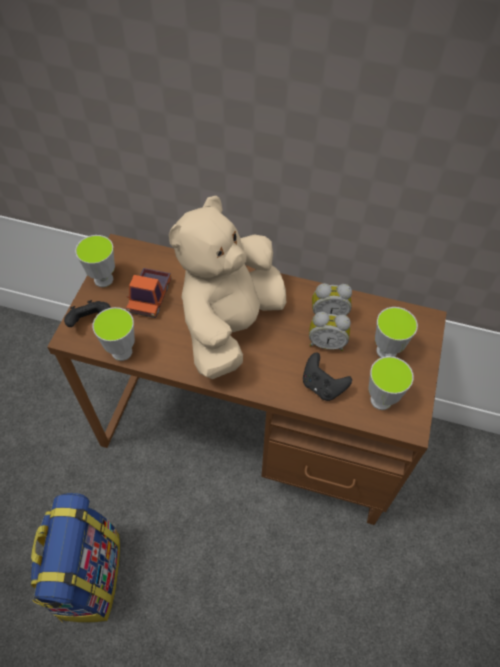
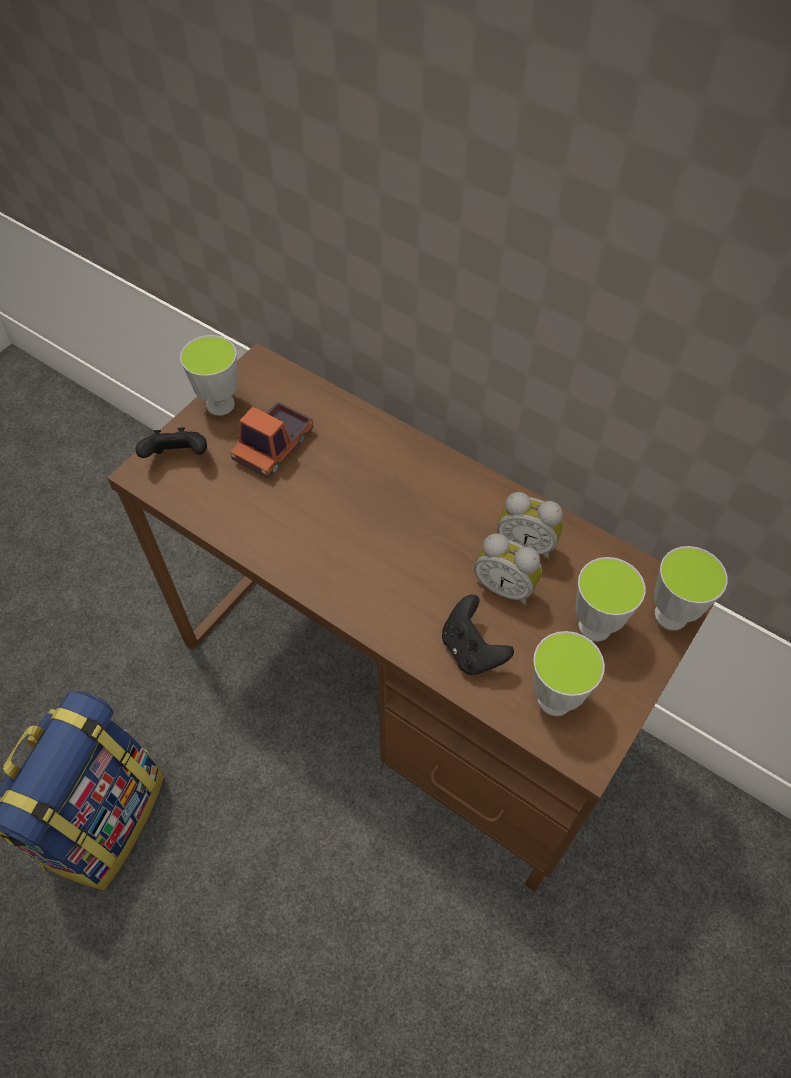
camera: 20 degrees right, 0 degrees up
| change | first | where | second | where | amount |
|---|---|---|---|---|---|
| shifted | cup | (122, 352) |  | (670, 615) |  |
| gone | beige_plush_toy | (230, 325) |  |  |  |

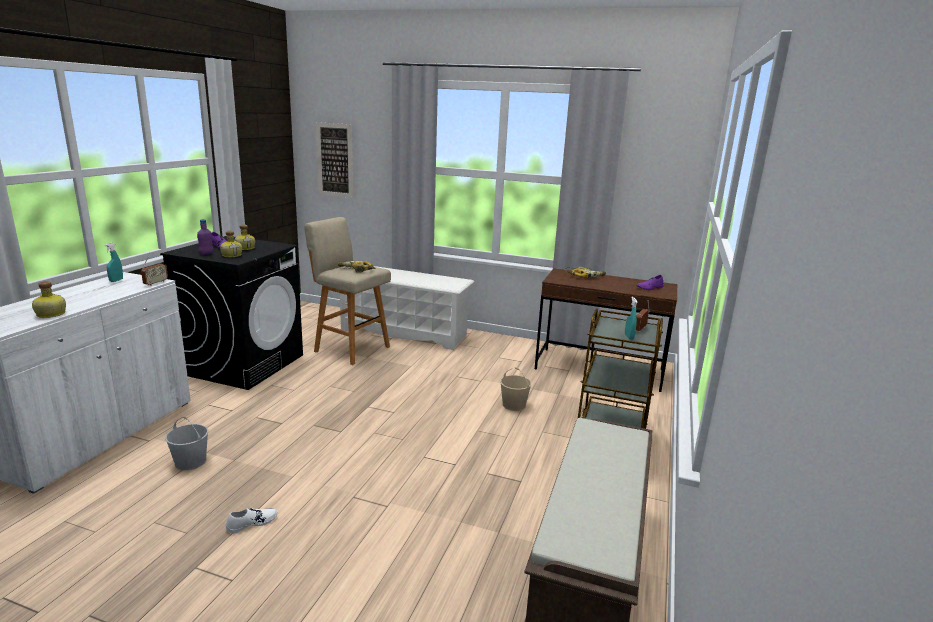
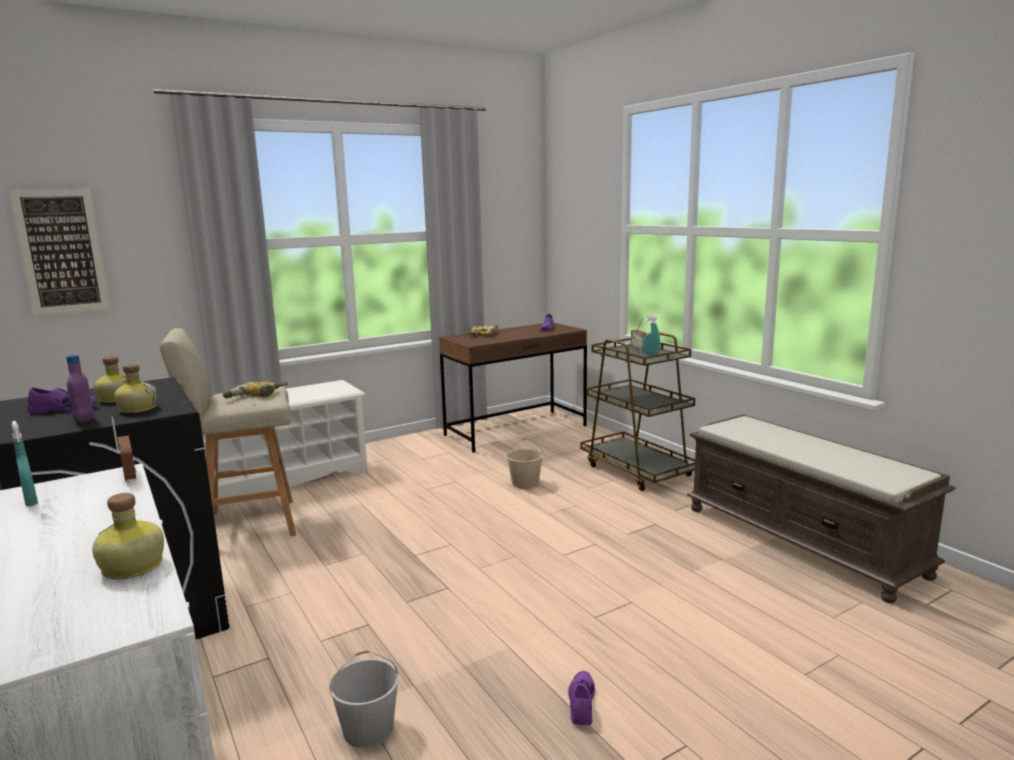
camera: 50 degrees left, 5 degrees down
| change | first | where | second | where | amount |
|---|---|---|---|---|---|
| repainted | white_shoe | (252, 523) | purple_shoe | (581, 703) |  |

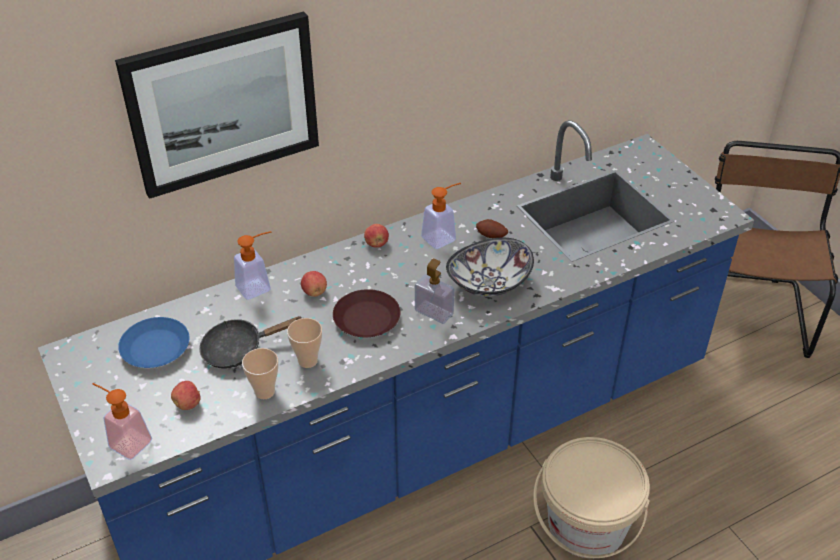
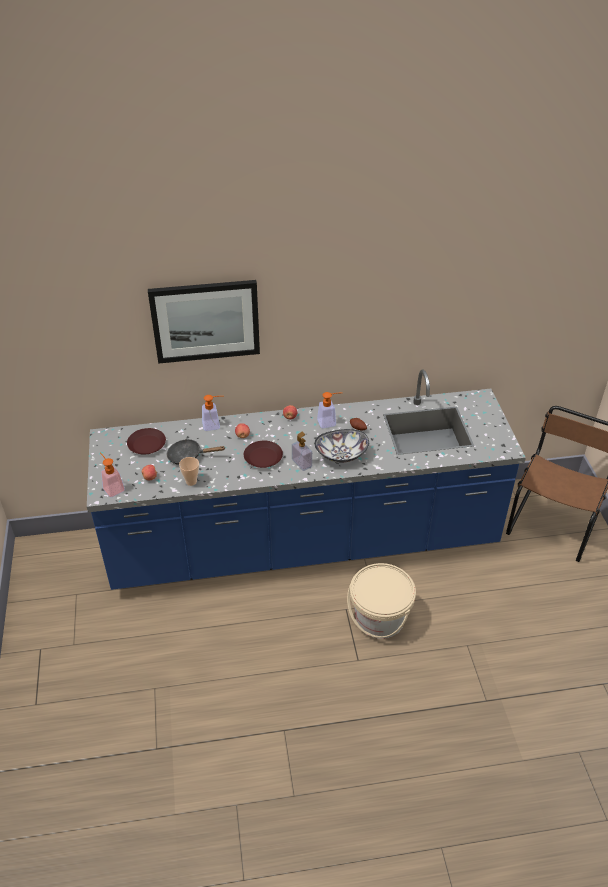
camera: 20 degrees right, 0 degrees up
| change | first | where | second | where | amount |
|---|---|---|---|---|---|
| repainted | blue_plate | (155, 348) | brown_plate | (146, 444) |  |
| gone | cup | (308, 361) |  |  |  |

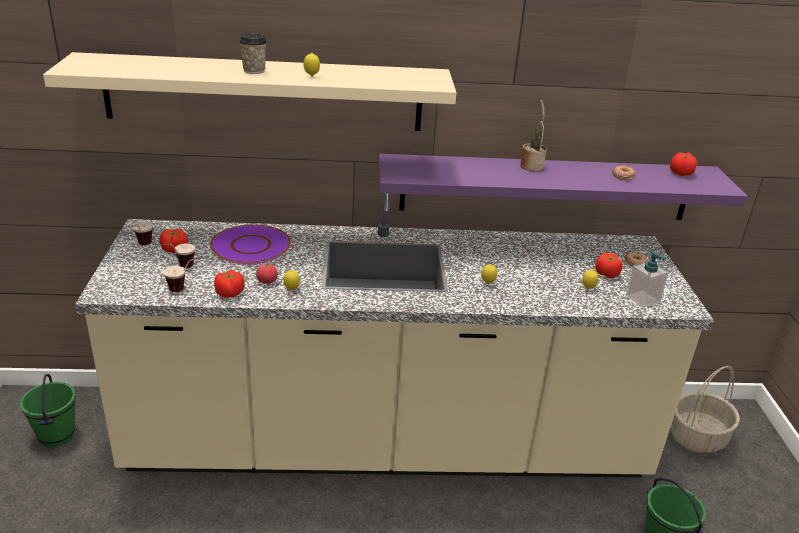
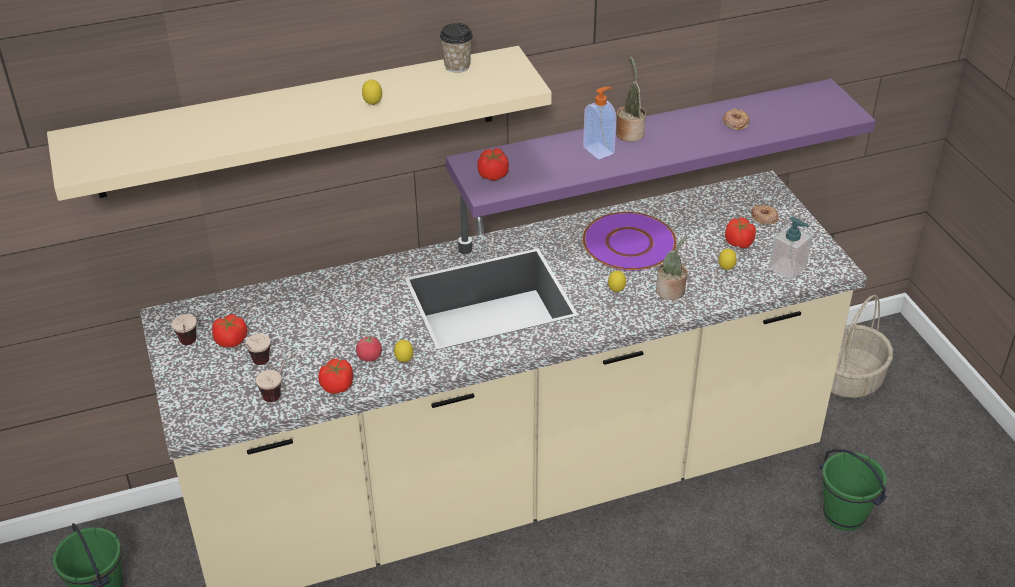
camera: 15 degrees left, 10 degrees up
| change | first | where | second | where | amount |
|---|---|---|---|---|---|
| shifted | cup | (254, 71) |  | (457, 66) |  |
| shifted | tomato | (681, 173) |  | (493, 175) |  |
| shifted | purple_plate | (251, 246) |  | (629, 244) |  |
| new |  |  | soap_dispenser | (599, 150) |  |
| new |  |  | potted_plant | (671, 292) |  |

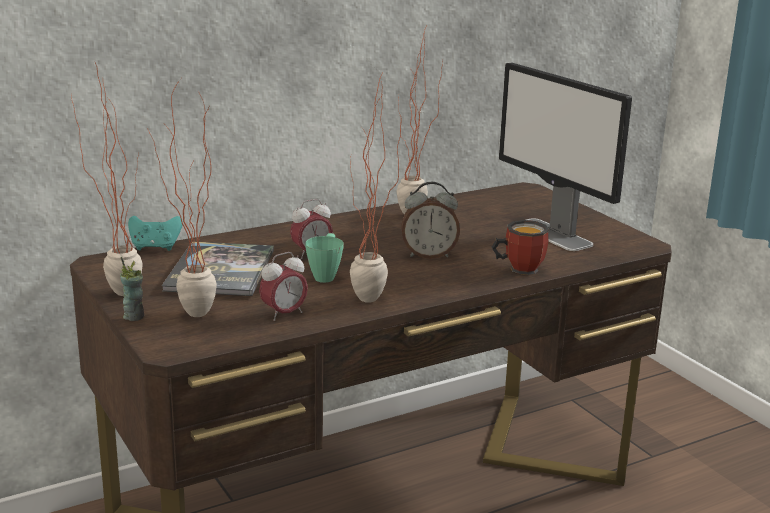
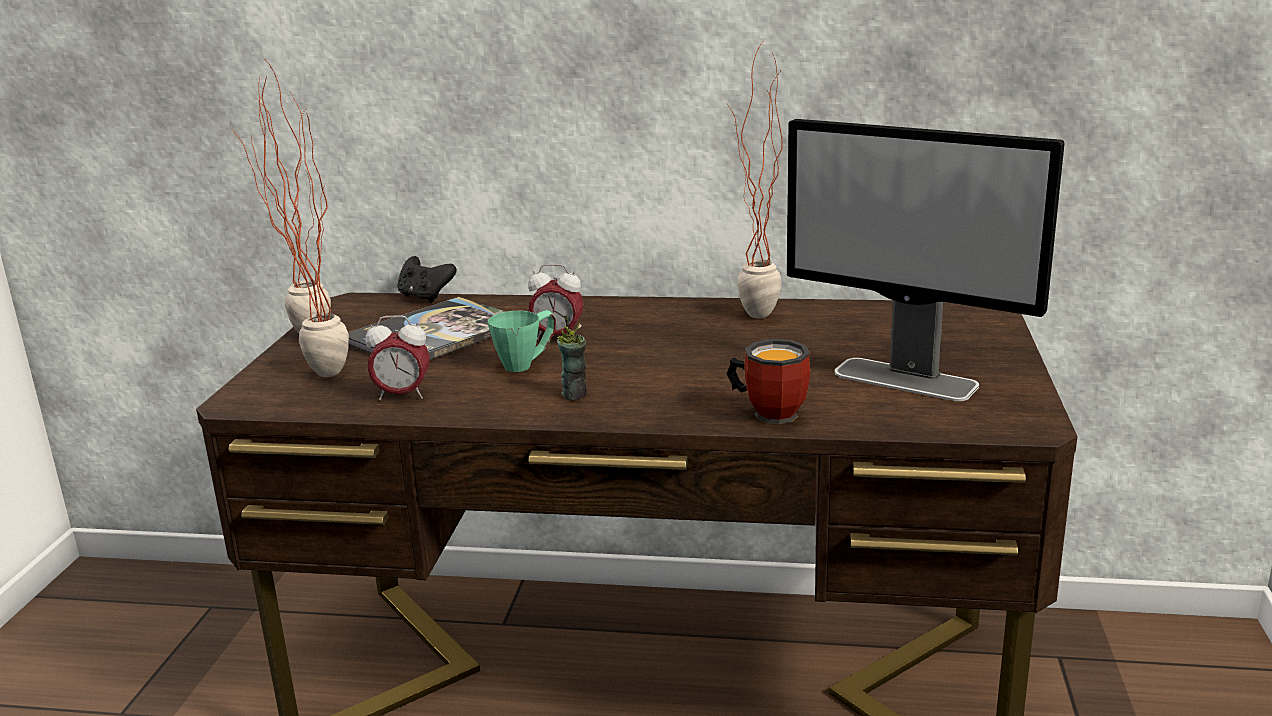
camera: 40 degrees right, 0 degrees up
| change | first | where | second | where | amount |
|---|---|---|---|---|---|
| repainted | turquoise_game_controller | (155, 247) | black_game_controller | (425, 297) |  |
| shifted | cup | (134, 316) |  | (575, 394) |  |
| rotated | monitor | (553, 235) |  | (906, 379) | 60 degrees counterclockwise |
| gone | potted_plant | (370, 304) |  |  |  |
| gone | alarm_clock | (429, 255) |  |  |  |

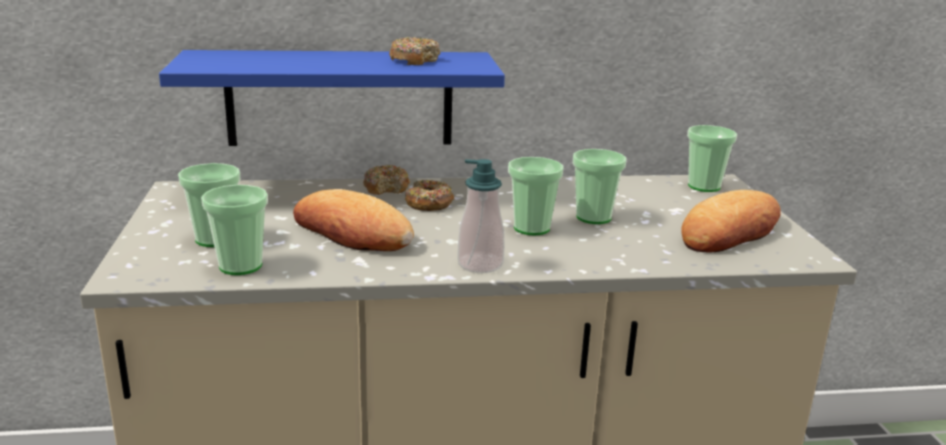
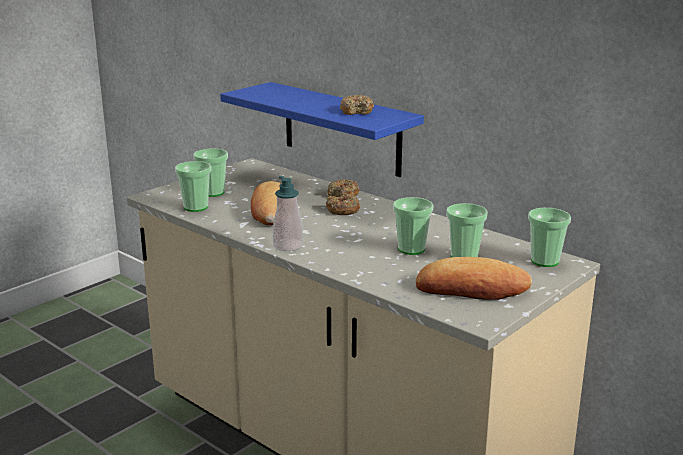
camera: 50 degrees right, 0 degrees up
| change | first | where | second | where | amount |
|---|---|---|---|---|---|
| shifted | cup | (531, 228) |  | (464, 256) |  |

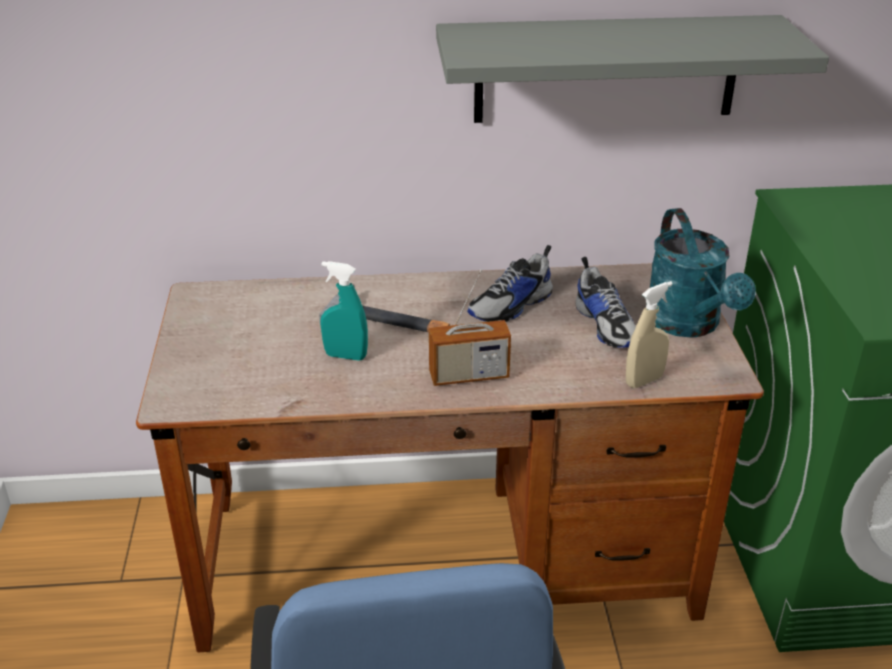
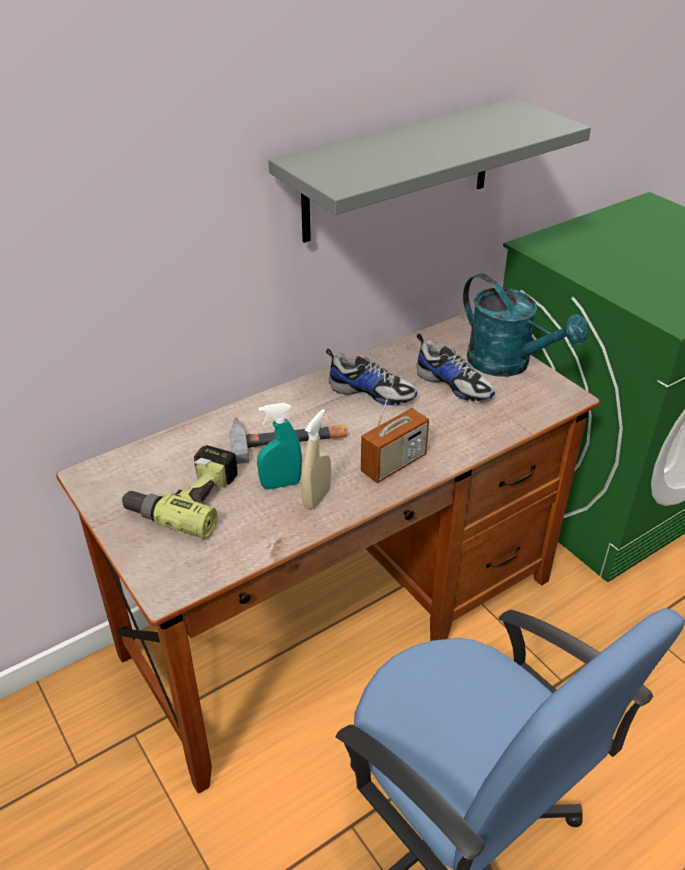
camera: 30 degrees left, 5 degrees up
| change | first | where | second | where | amount |
|---|---|---|---|---|---|
| new |  |  | power_drill | (186, 498) |  |
| shifted | beige_spray_bottle | (644, 380) |  | (316, 498) |  |
| rotated | shoe | (512, 306) |  | (371, 392) | 90 degrees counterclockwise |

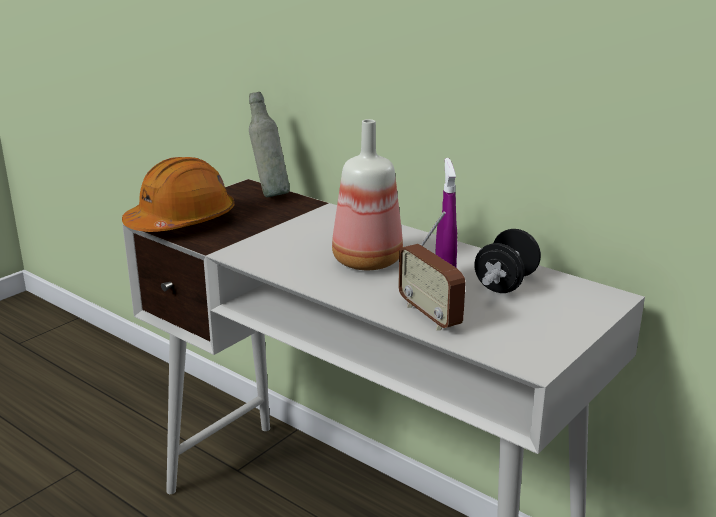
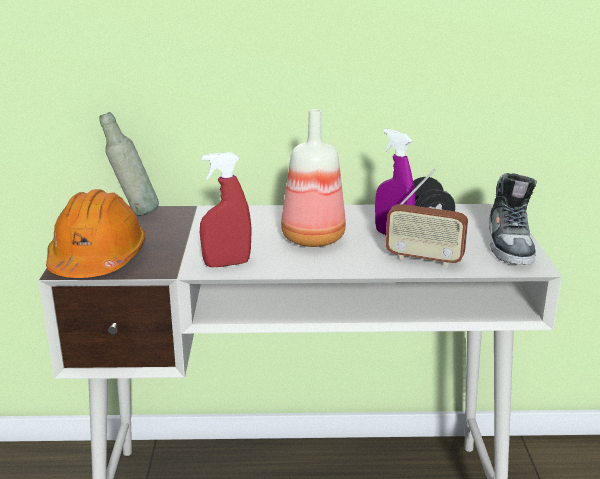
camera: 40 degrees left, 0 degrees up
| change | first | where | second | where | amount |
|---|---|---|---|---|---|
| new |  |  | red_spray_bottle | (227, 264) |  |
| new |  |  | shoe | (509, 243) |  |

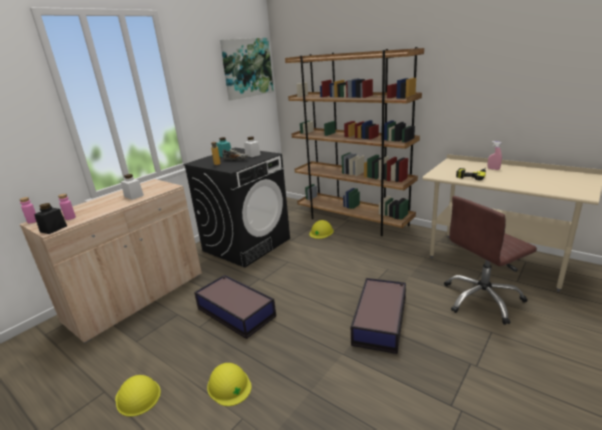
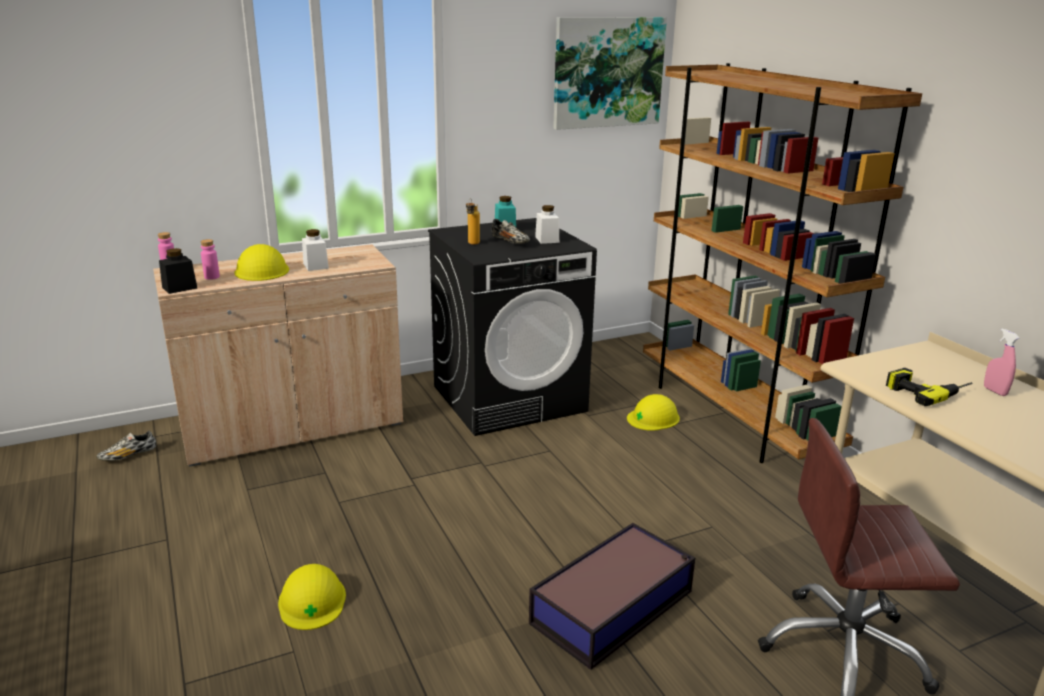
camera: 25 degrees right, 0 degrees up
| change | first | where | second | where | amount |
|---|---|---|---|---|---|
| new |  |  | shoe | (128, 456) |  |
| shifted | yellow_hard_hat | (138, 396) |  | (262, 270) |  |
| gone | storage_box | (235, 311) |  |  |  |

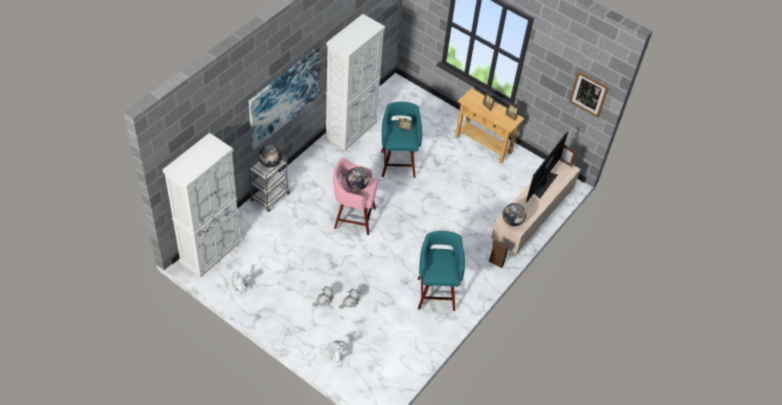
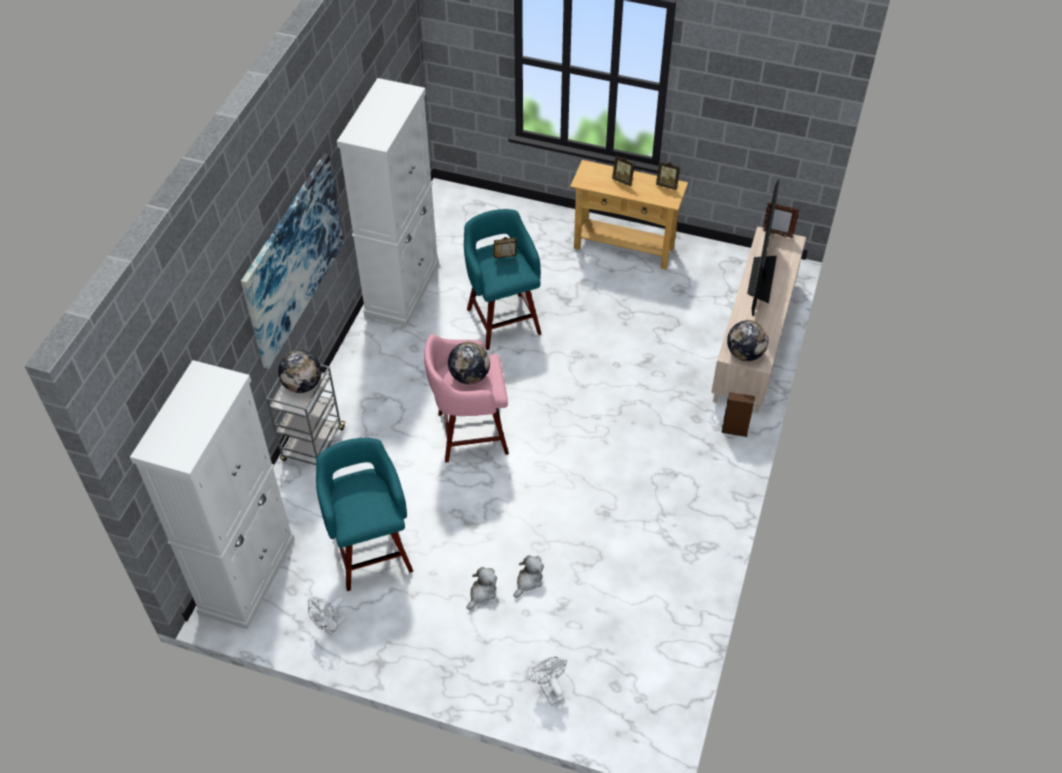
camera: 15 degrees left, 0 degrees up
| change | first | where | second | where | amount |
|---|---|---|---|---|---|
| shifted | turquoise_stool | (436, 292) |  | (371, 550) |  |
| gone | picture | (588, 94) |  |  |  |

